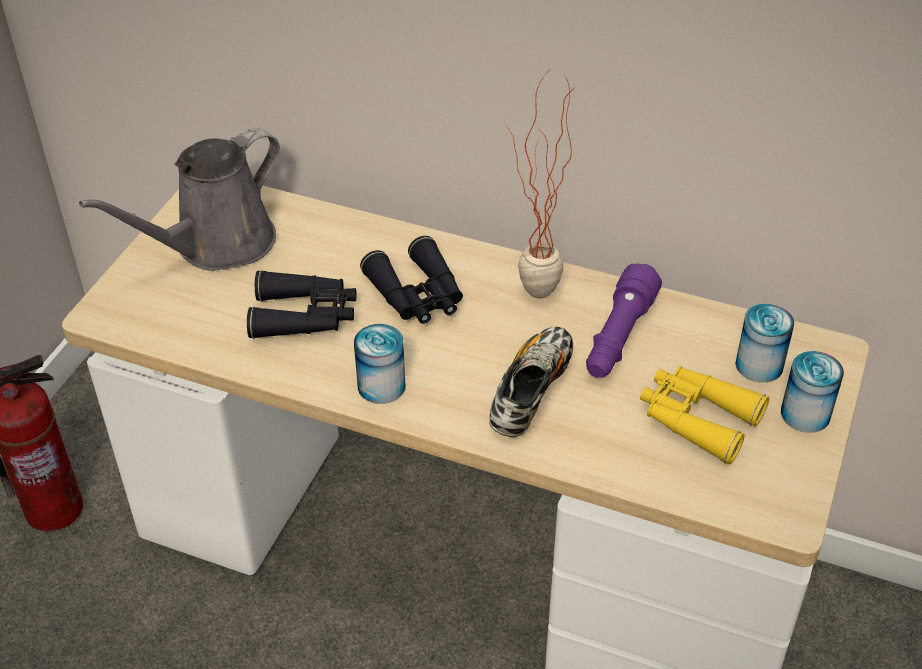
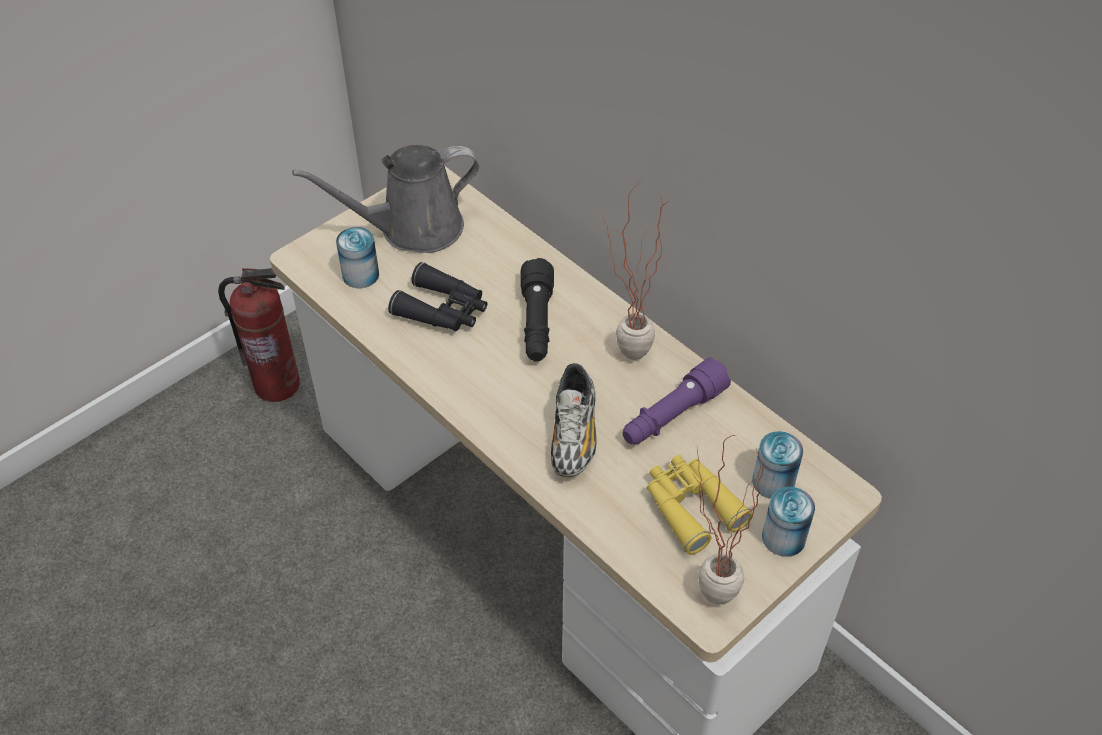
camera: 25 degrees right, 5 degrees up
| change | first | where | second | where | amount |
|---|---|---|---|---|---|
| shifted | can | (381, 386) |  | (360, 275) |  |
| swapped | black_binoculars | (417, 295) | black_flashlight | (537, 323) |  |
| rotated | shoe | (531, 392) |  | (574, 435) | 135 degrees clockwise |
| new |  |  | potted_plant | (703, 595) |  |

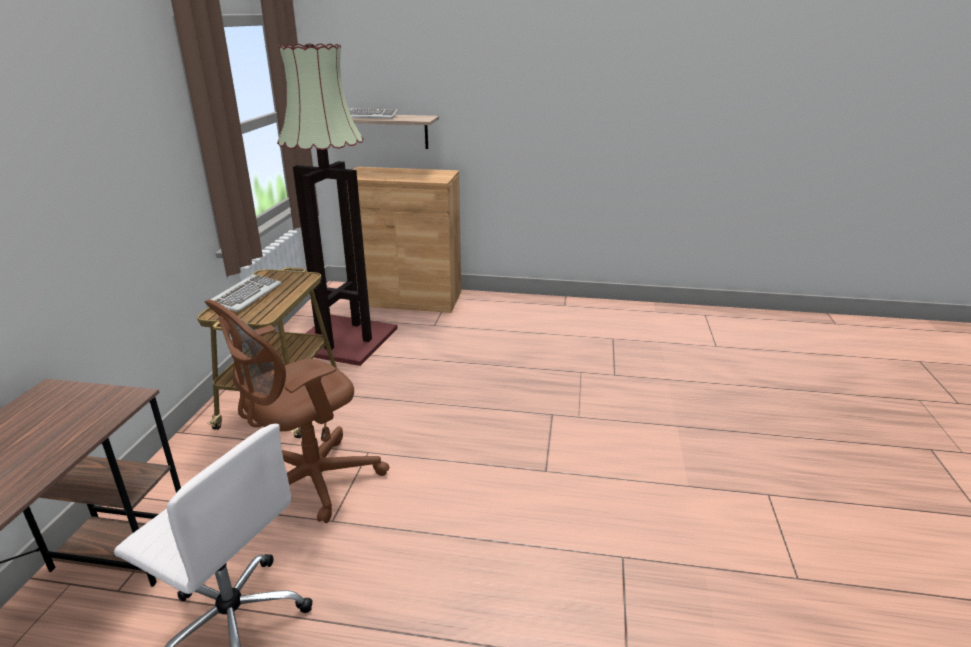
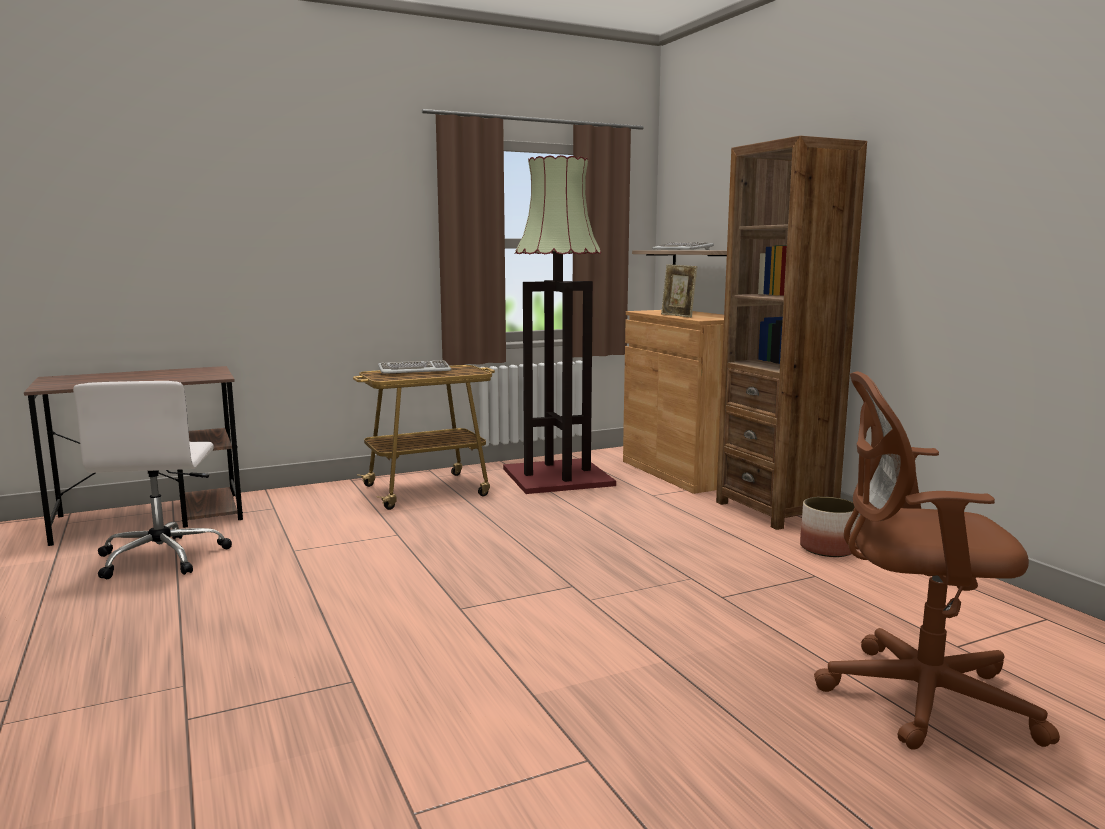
camera: 55 degrees right, 15 degrees down
| change | first | where | second | where | amount |
|---|---|---|---|---|---|
| new |  |  | picture_frame | (677, 316) |  |
| new |  |  | brown_bookcase | (776, 510) |  |
| new |  |  | planter | (828, 549) |  |
| shifted | brown_office_chair | (309, 483) |  | (915, 697) |  |

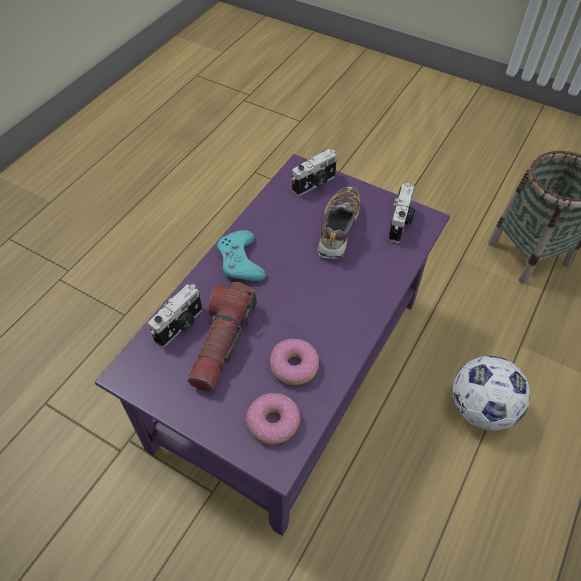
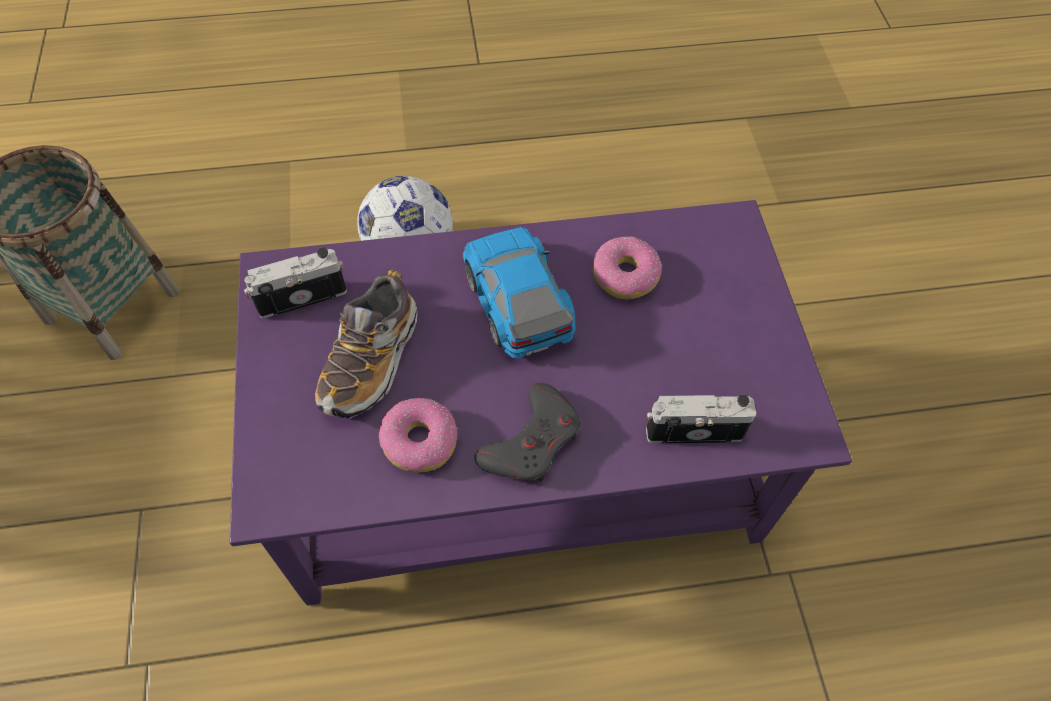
camera: 130 degrees left, 5 degrees up
| change | first | where | second | where | amount |
|---|---|---|---|---|---|
| rotated | shoe | (338, 229) |  | (371, 361) | 45 degrees counterclockwise |
| shifted | donut | (273, 422) |  | (419, 441) |  |
| new |  |  | toy_car | (517, 298) |  |
| repainted | turquoise_game_controller | (240, 261) | grey_game_controller | (532, 441) |  |
| gone | flashlight | (222, 343) |  |  |  |
| gone | photo_camera | (315, 184) |  |  |  |

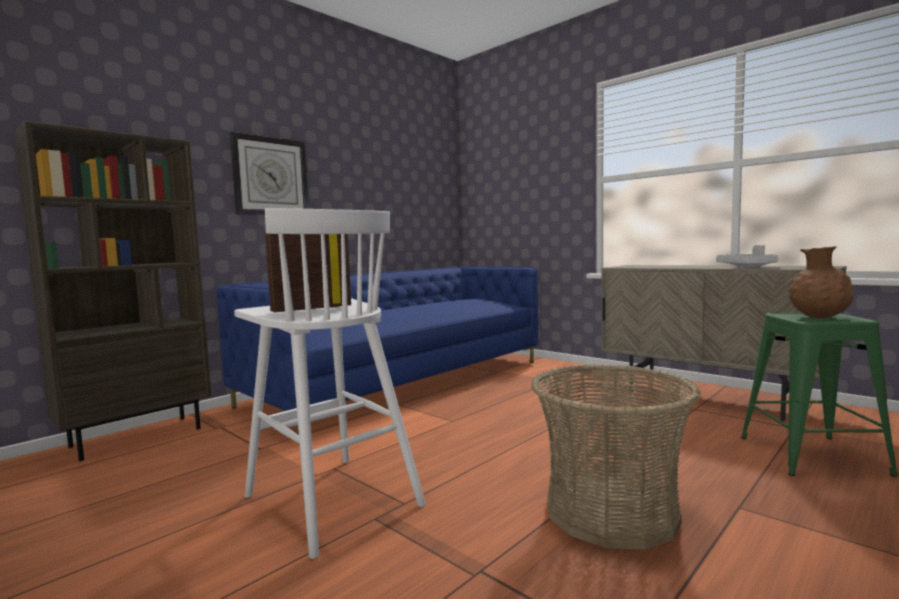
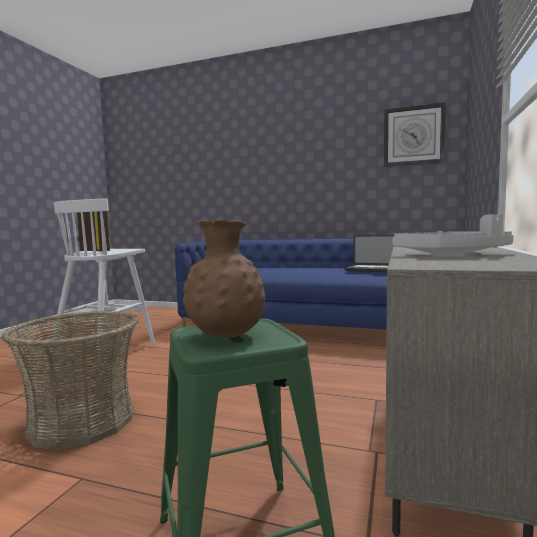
camera: 65 degrees right, 0 degrees up
| change | first | where | second | where | amount |
|---|---|---|---|---|---|
| new |  |  | laptop | (374, 270) |  |
| shifted | wall_clock | (270, 177) |  | (413, 136) |  |
| gone | brown_bookcase | (137, 436) |  |  |  |

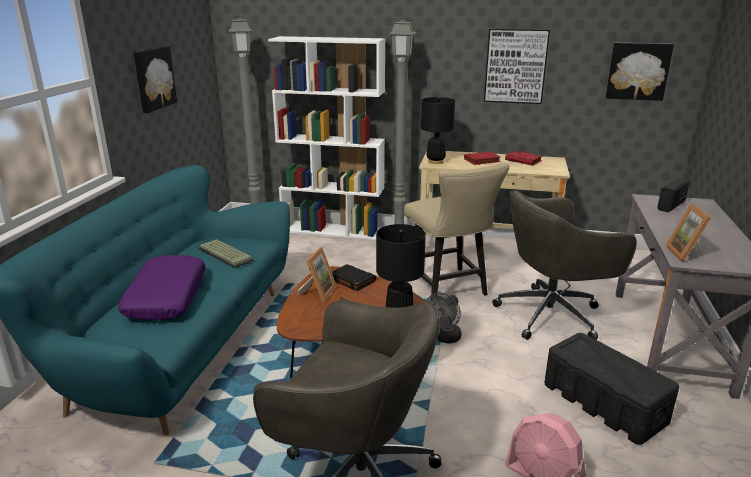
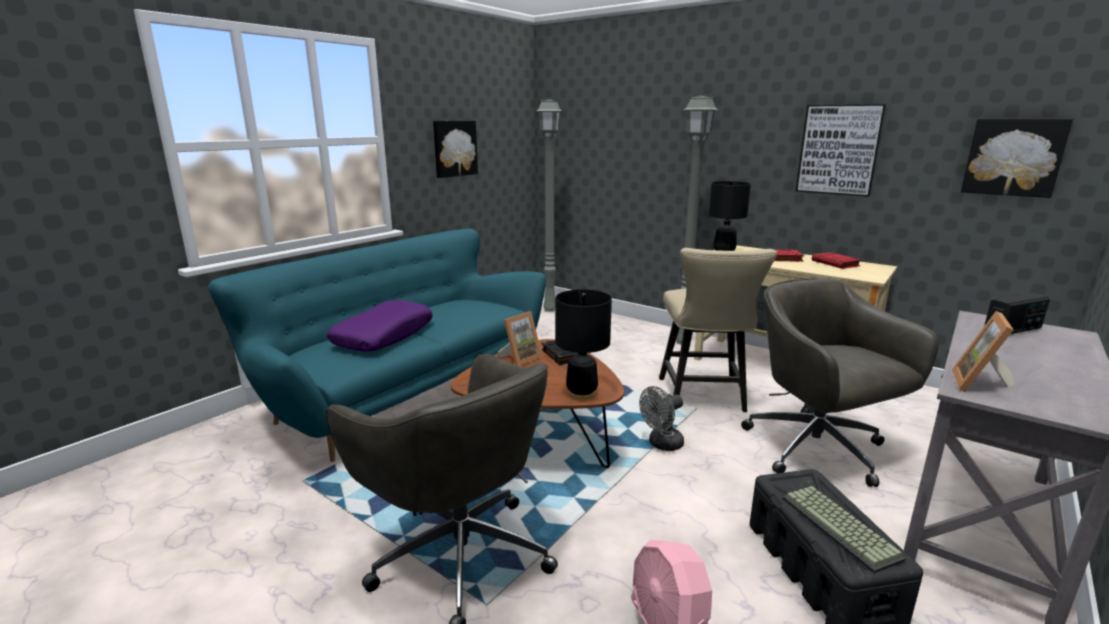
camera: 25 degrees right, 5 degrees down
| change | first | where | second | where | amount |
|---|---|---|---|---|---|
| rotated | grey_office_chair | (552, 314) |  | (818, 450) | 60 degrees clockwise |
| shifted | keyboard | (226, 254) |  | (841, 528) |  |
| gone | white_bookcase | (333, 230) |  |  |  |

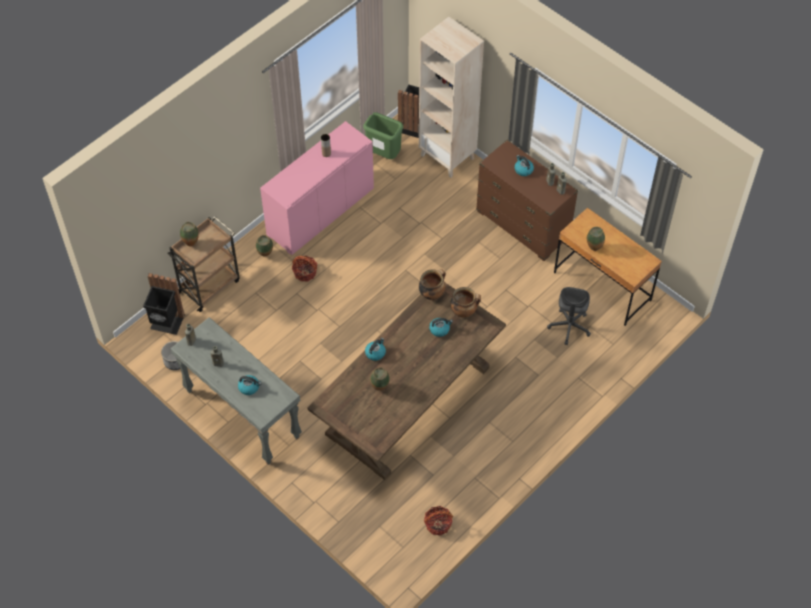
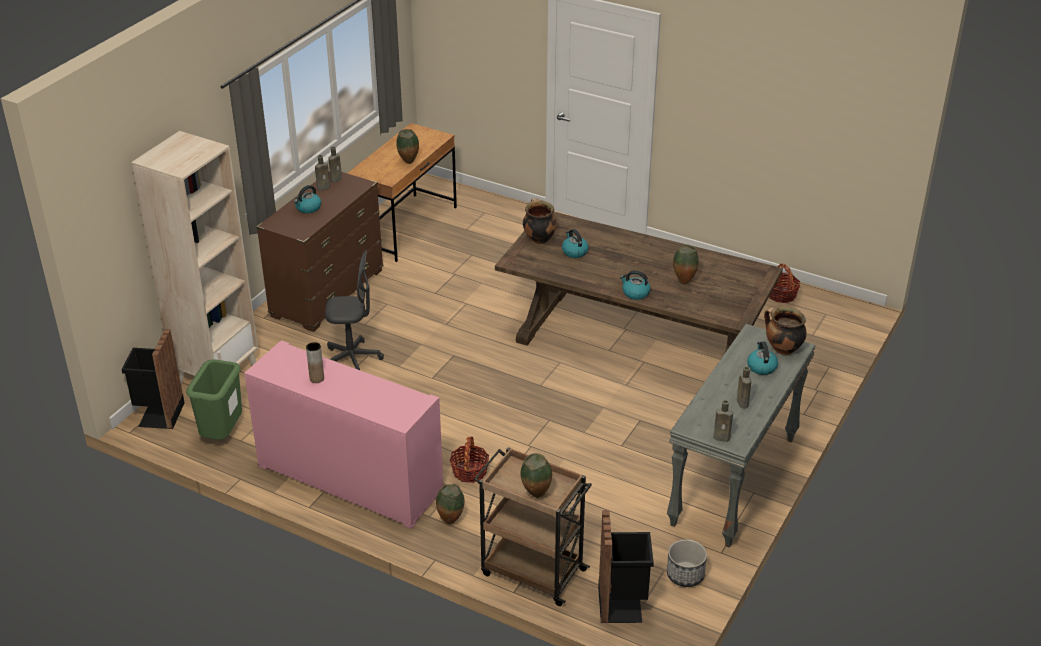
camera: 105 degrees left, 20 degrees down
| change | first | where | second | where | amount |
|---|---|---|---|---|---|
| shifted | grey_office_chair | (569, 327) |  | (352, 359) |  |
| shifted | cooking_pot | (432, 293) |  | (782, 349) |  |

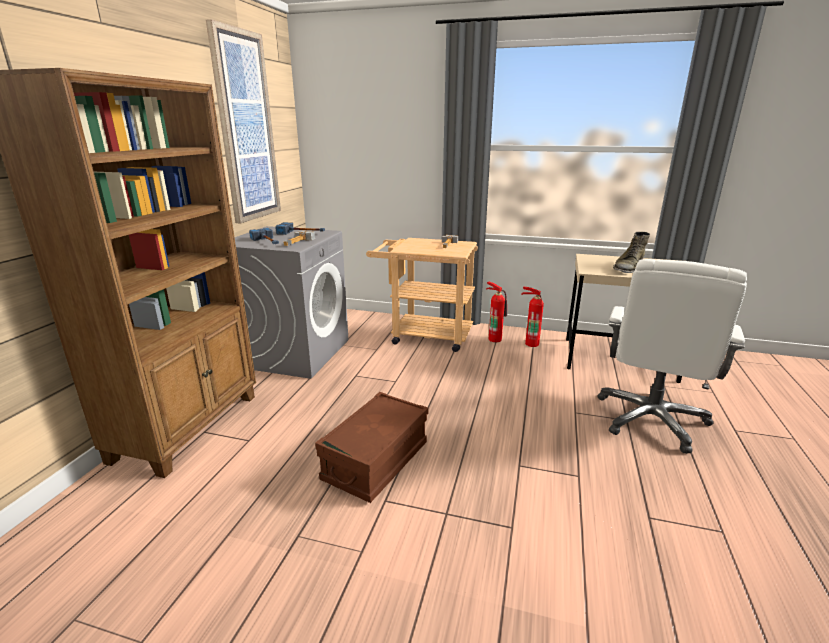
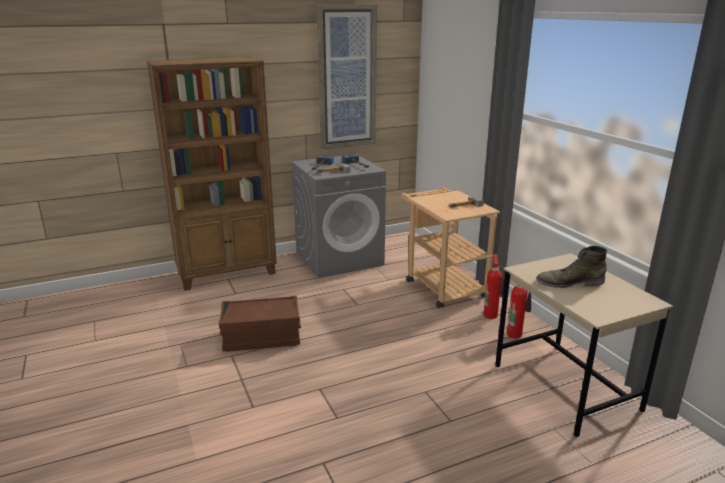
camera: 50 degrees right, 0 degrees up
| change | first | where | second | where | amount |
|---|---|---|---|---|---|
| gone | white_office_chair | (651, 419) |  |  |  |

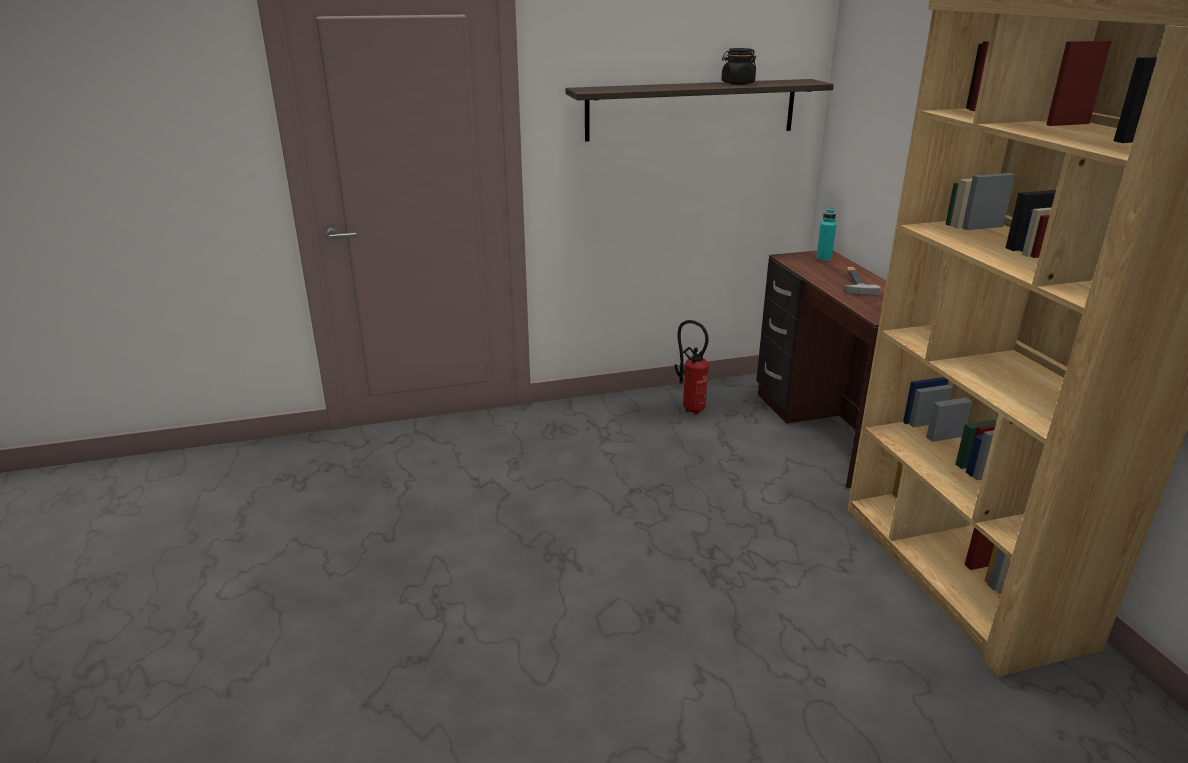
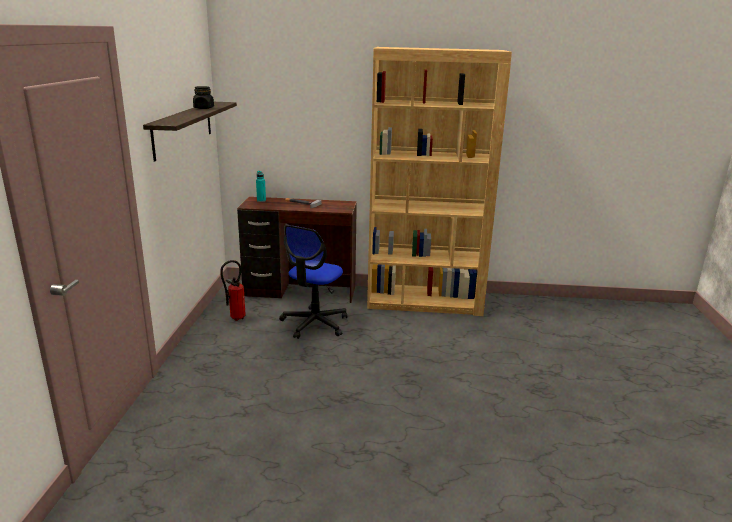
camera: 70 degrees left, 5 degrees down
| change | first | where | second | where | amount |
|---|---|---|---|---|---|
| new |  |  | office_chair | (314, 324) |  |

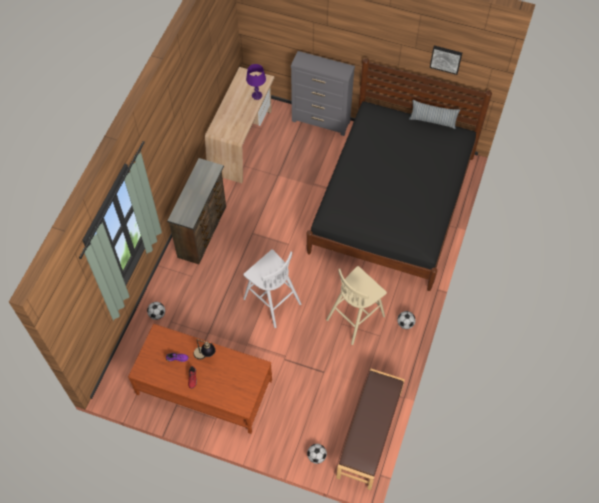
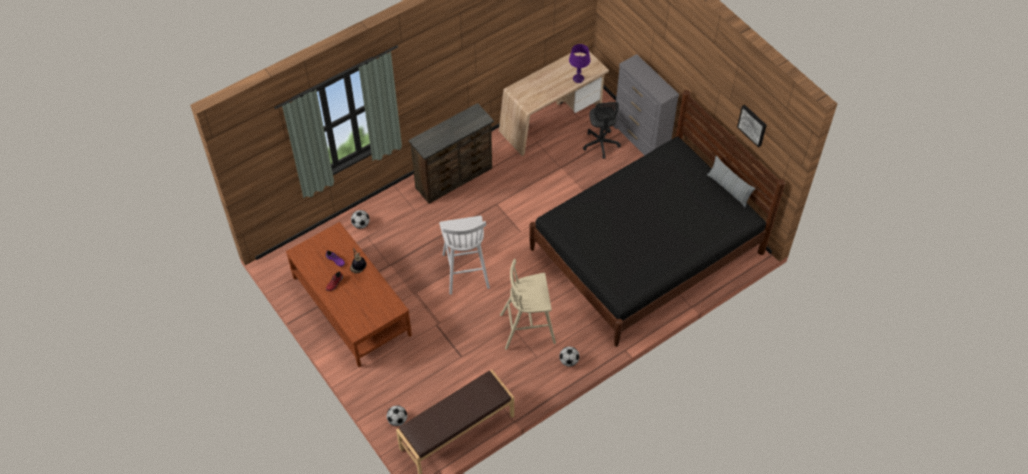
camera: 35 degrees right, 5 degrees down
| change | first | where | second | where | amount |
|---|---|---|---|---|---|
| new |  |  | grey_office_chair | (601, 144) |  |

